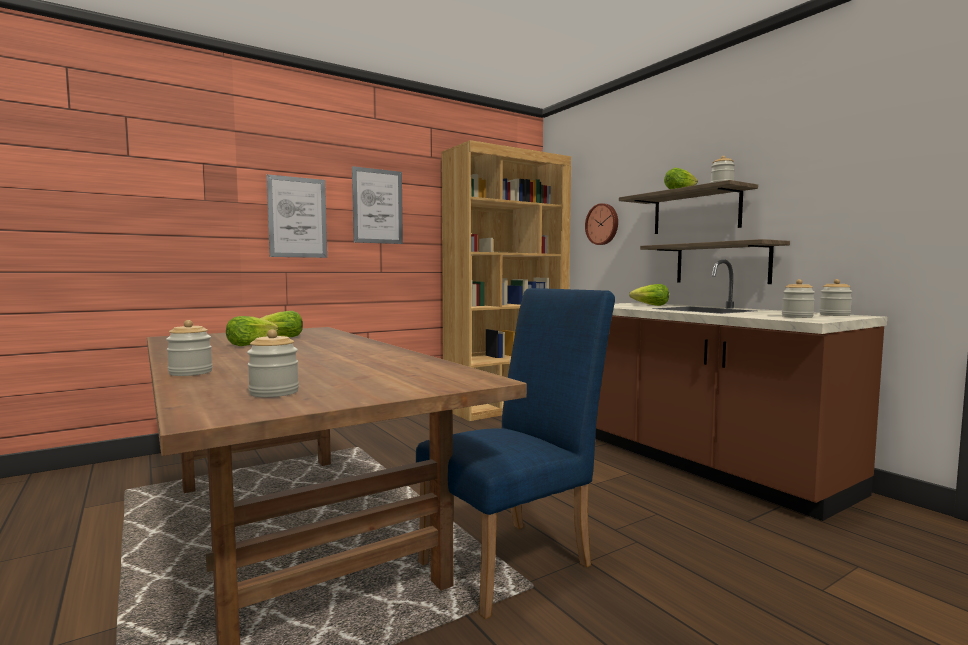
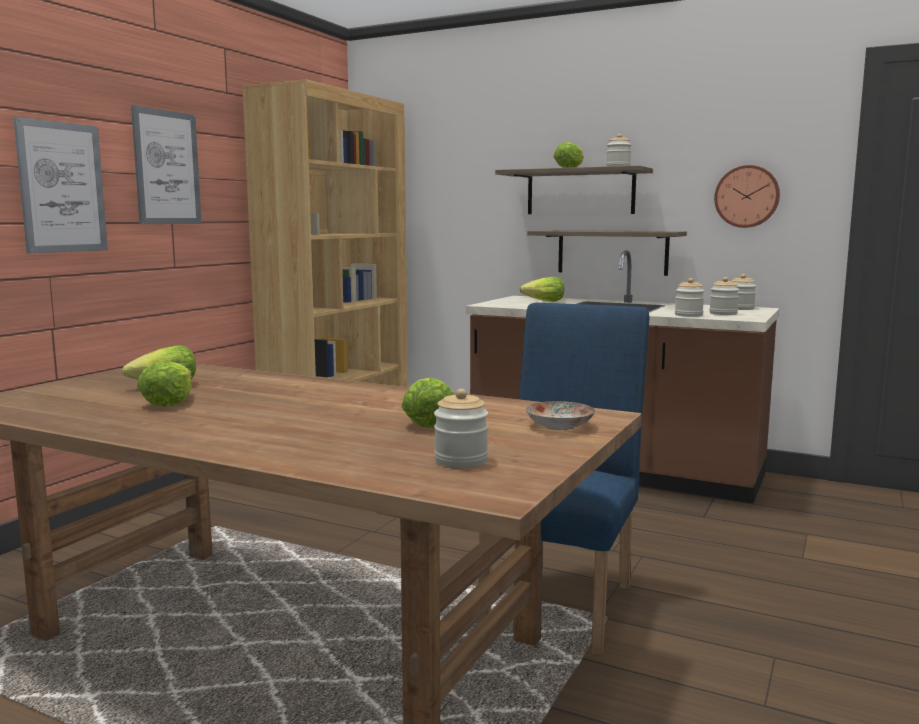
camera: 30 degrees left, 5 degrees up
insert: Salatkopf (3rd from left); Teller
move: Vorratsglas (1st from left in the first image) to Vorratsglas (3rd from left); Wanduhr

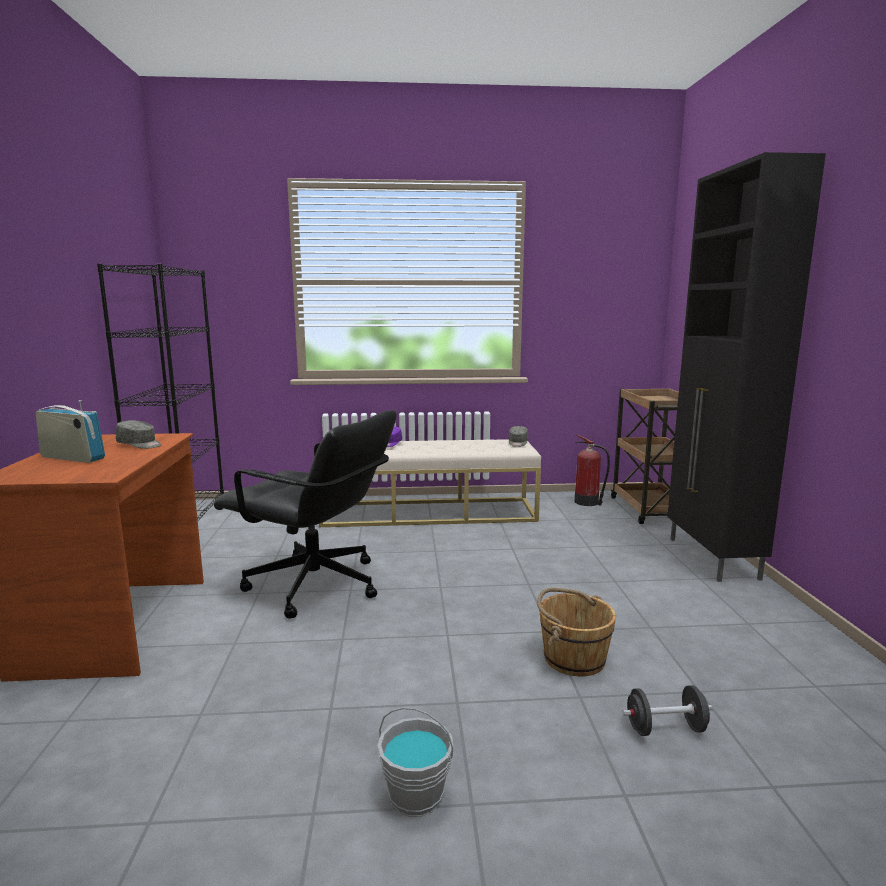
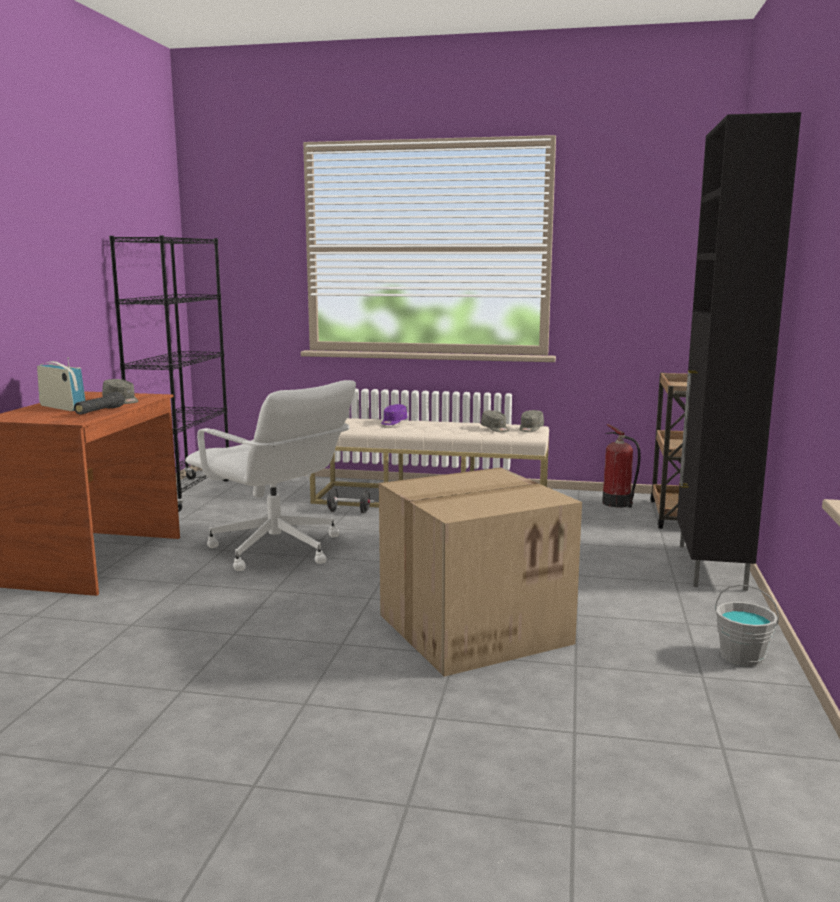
camera: 15 degrees right, 0 degrees up
insert: Taschenlampe (schwarz); Kappe (grau) (2nd from left)
move: Eimer (grau); Hantel (schwarz)
replace: Eimer (braun) to Karton
recolor: Bürostuhl (schwarz) to Bürostuhl (weiß)

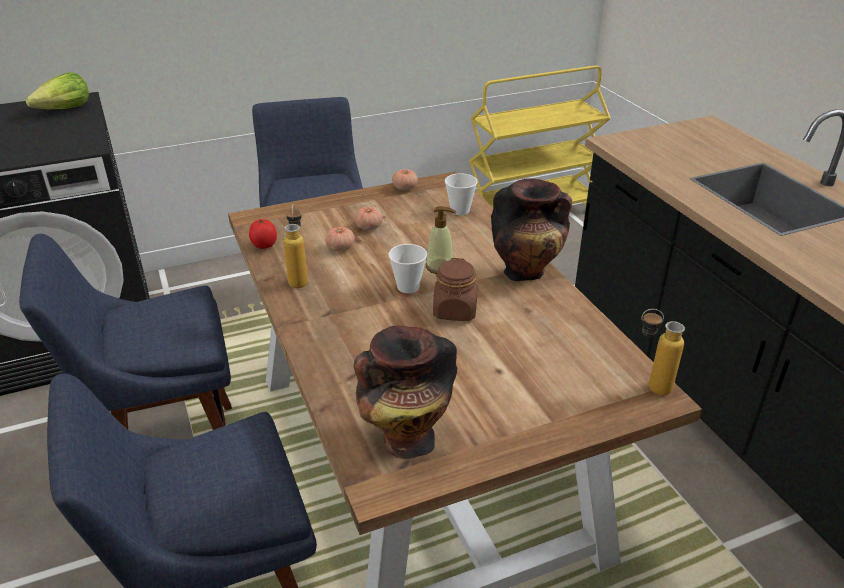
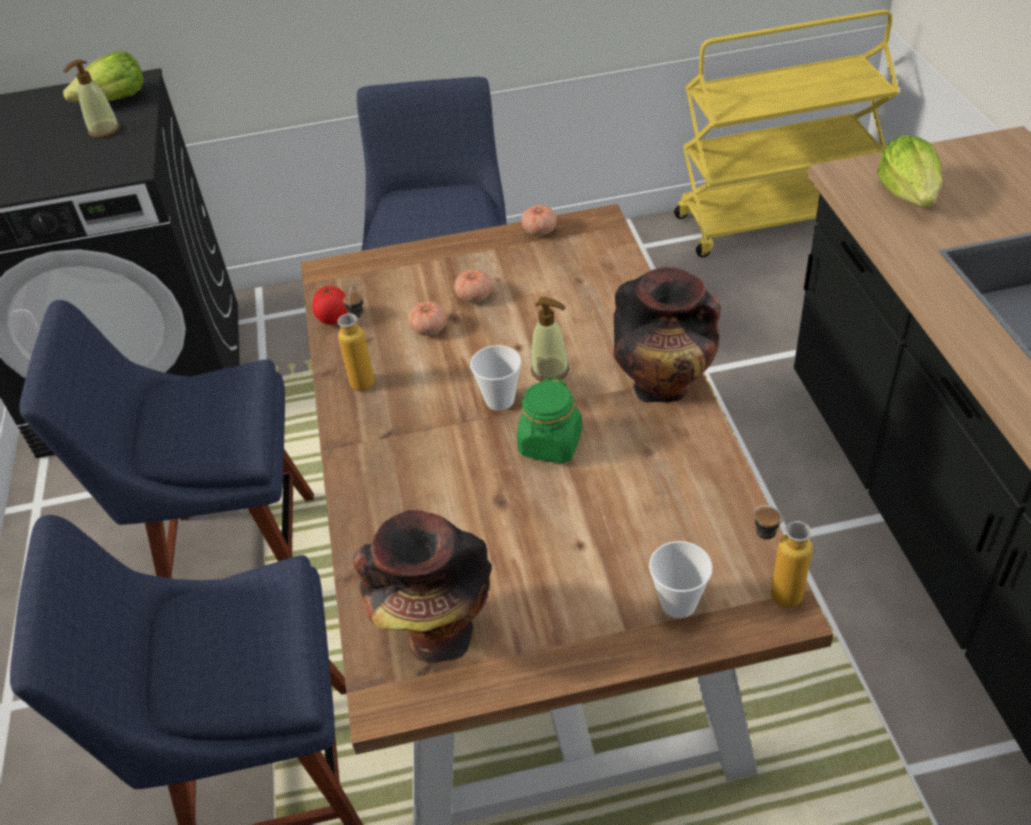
camera: 15 degrees right, 10 degrees up
insert: Seifenspender (1st from left); Salatkopf (2nd from left)
move: Tasse (2nd from left)
recolor: Vorratsglas (braun) to Vorratsglas (grün)

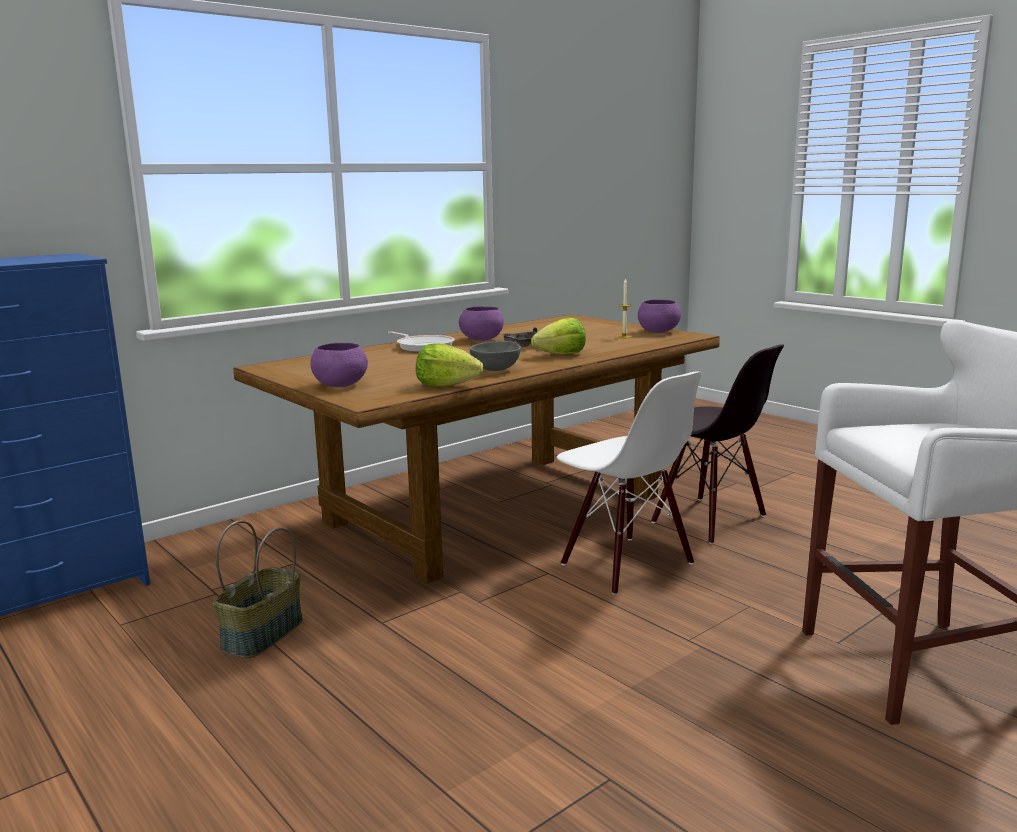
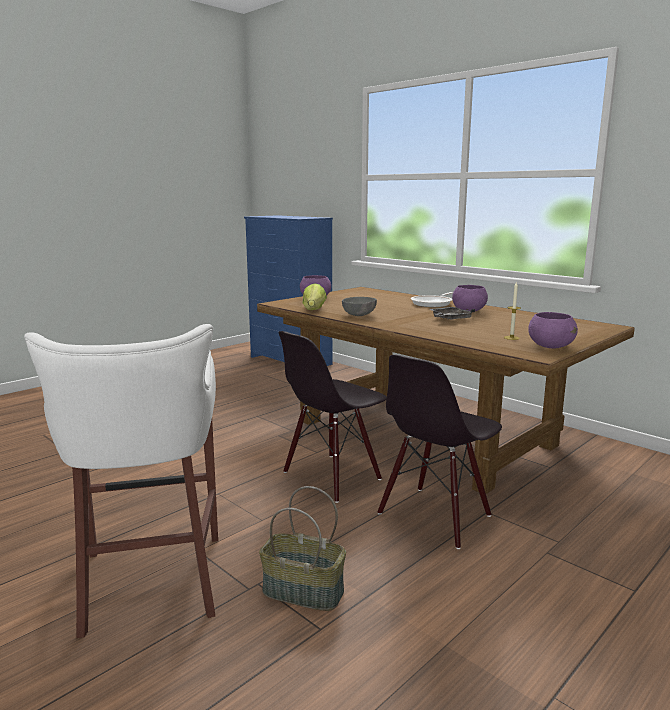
camera: 85 degrees right, 0 degrees up
delete: Salatkopf (2nd from left)
move: Korb
recolor: Stuhl (weiß) to Stuhl (schwarz) (1st from left)

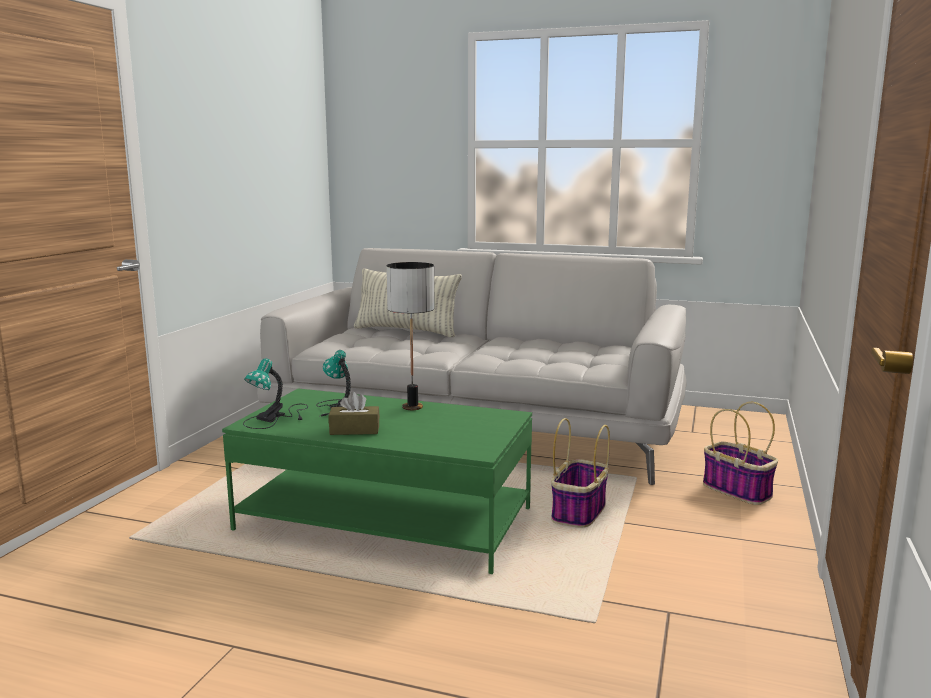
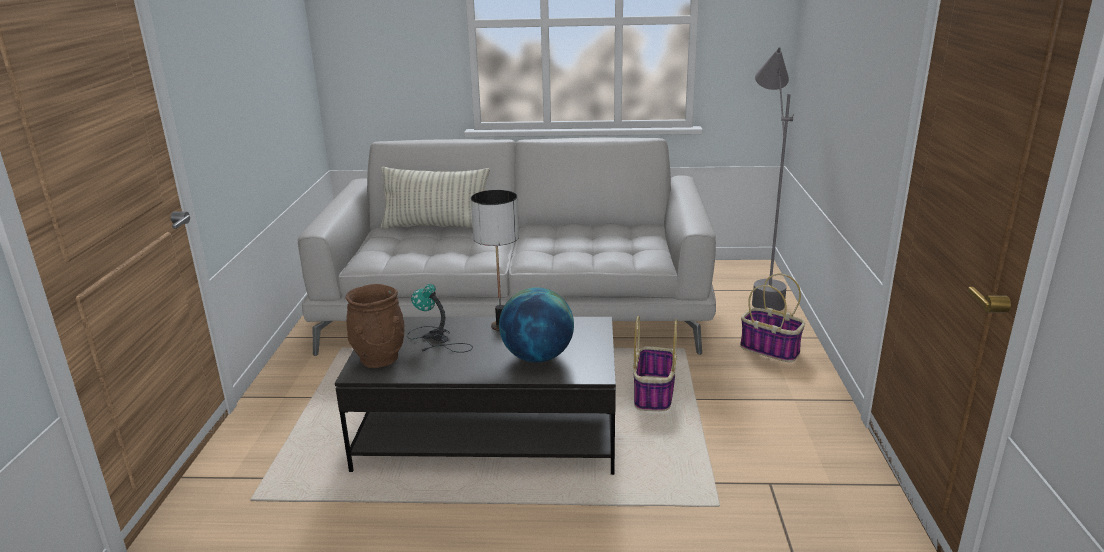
camera: 15 degrees left, 10 degrees up
delete: Taschentuchbox (braun)
insert: Globus; Stehlampe (grau)
replace: Tischlampe (1st from left) to Vase (braun)
recolor: Couchtisch (grün) to Couchtisch (schwarz)

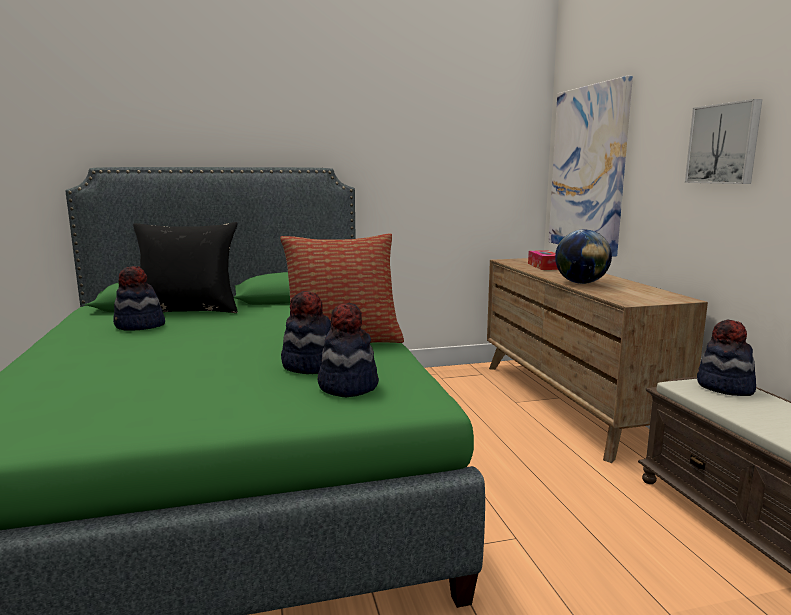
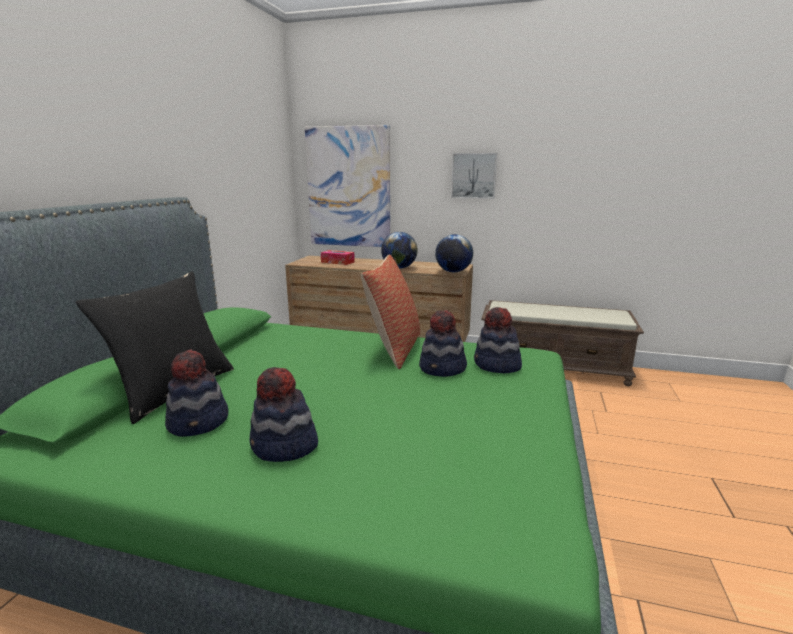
camera: 60 degrees left, 5 degrees up
insert: Globus (2nd from left)
move: Hut (4th from left in the first image) to Hut (2nd from left)

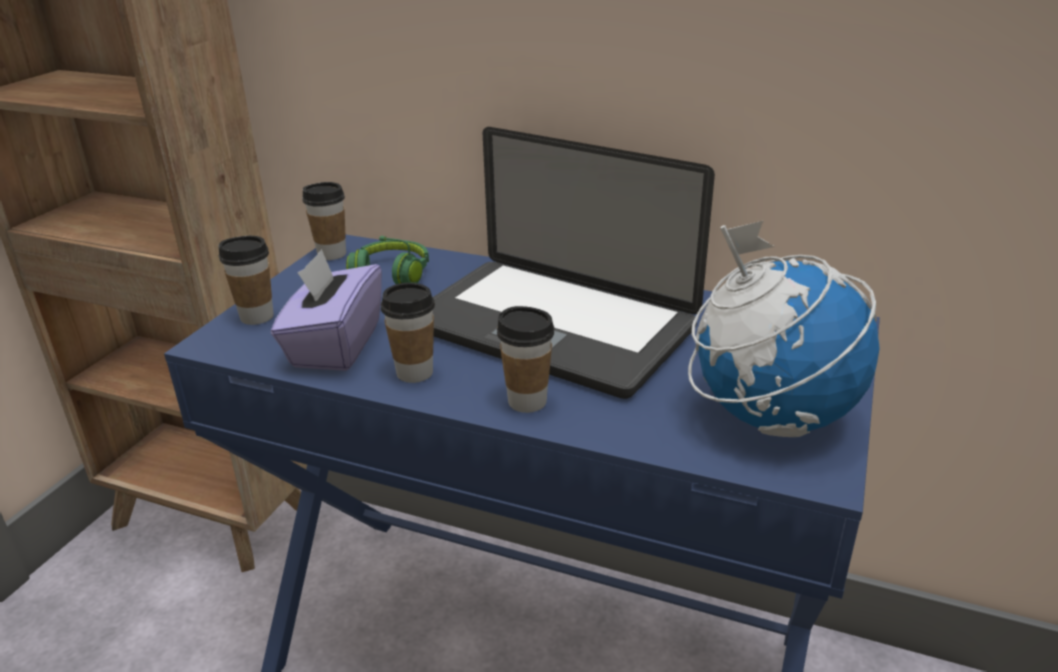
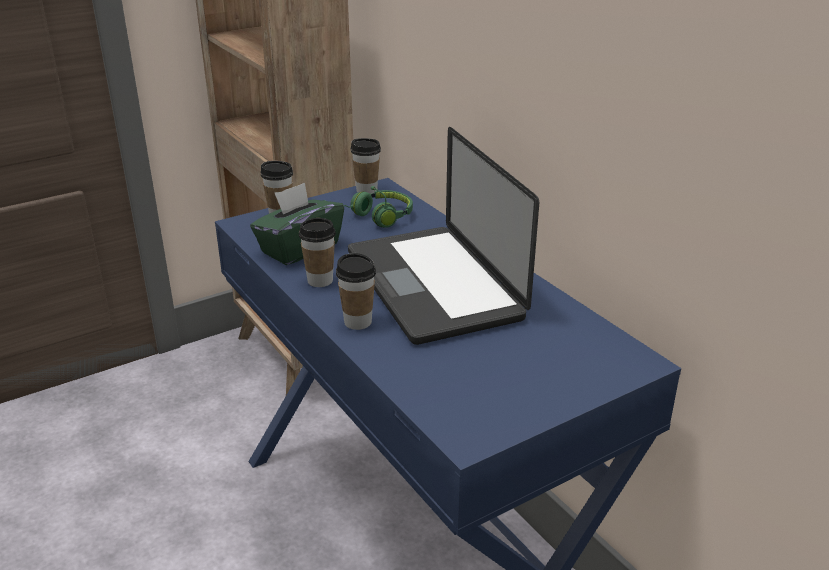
camera: 35 degrees right, 0 degrees up
delete: Globus
recolor: Taschentuchbox (lila) to Taschentuchbox (grün)

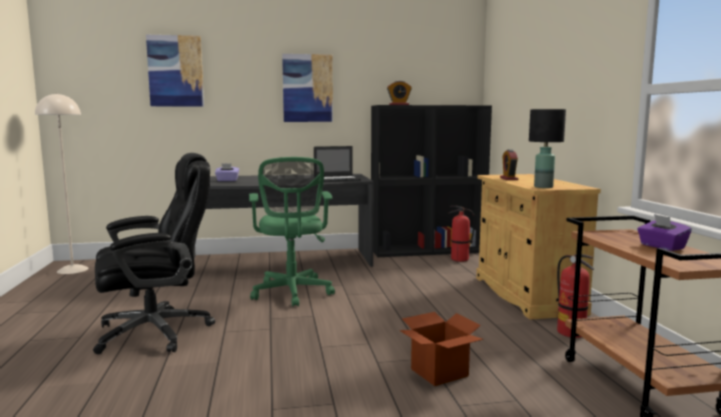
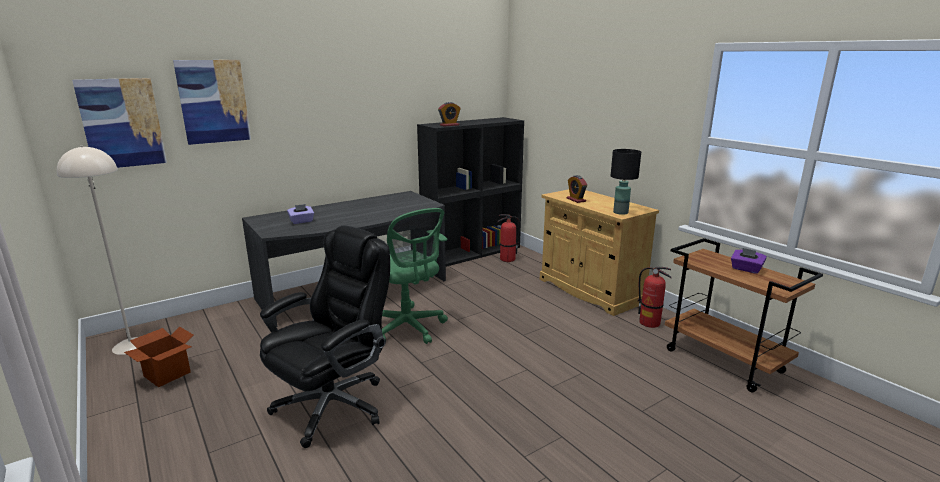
camera: 25 degrees left, 10 degrees up
delete: Laptop
move: Bild (2nd from left in the first image) to Bild (1st from left); Karton

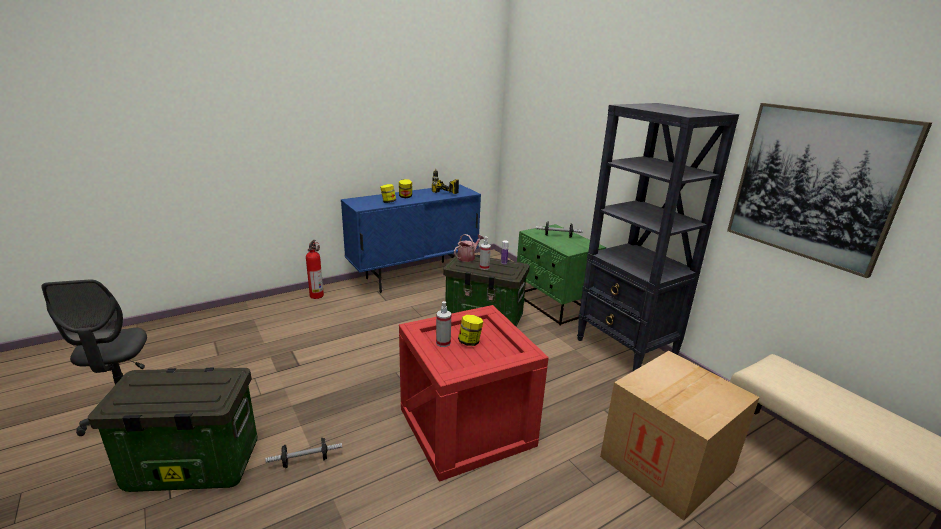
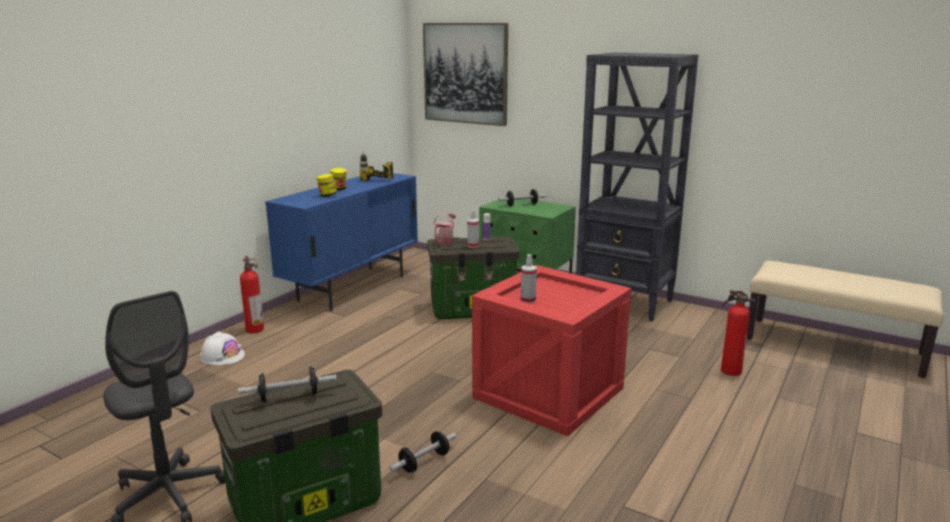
camera: 25 degrees left, 5 degrees down
delete: Vorratsglas (3rd from left)
insert: Schutzhelm (weiß); Hantel (1st from left)
move: Bild
replace: Karton to Feuerlöscher (2nd from left)

